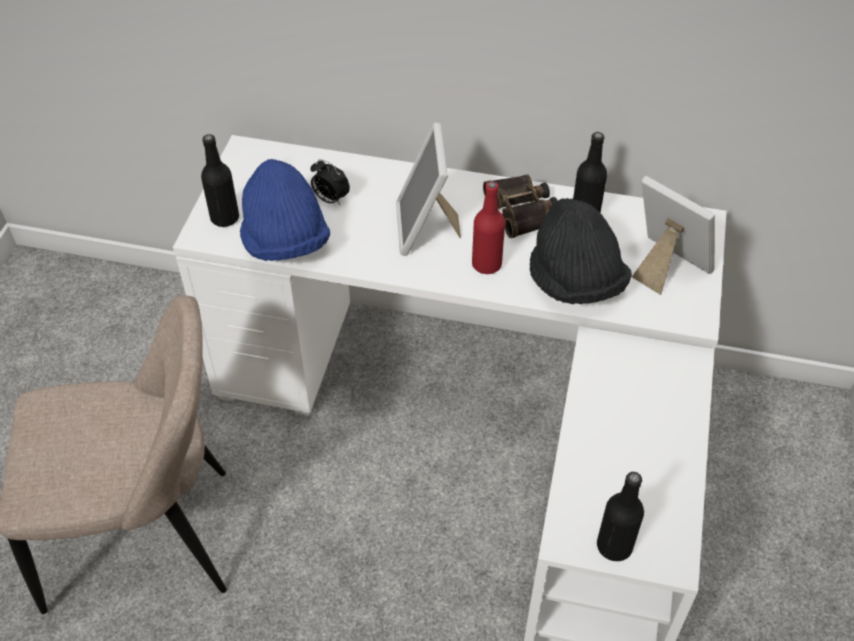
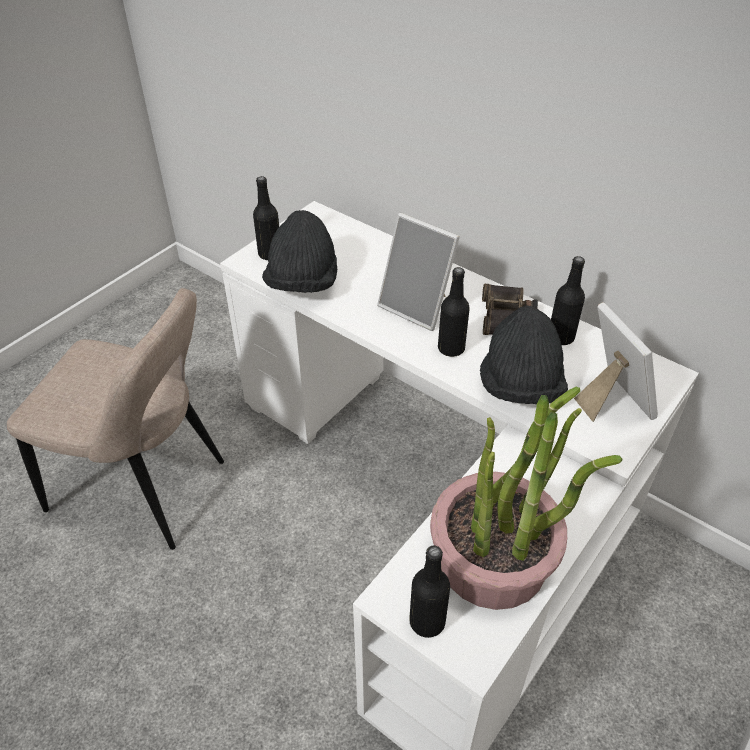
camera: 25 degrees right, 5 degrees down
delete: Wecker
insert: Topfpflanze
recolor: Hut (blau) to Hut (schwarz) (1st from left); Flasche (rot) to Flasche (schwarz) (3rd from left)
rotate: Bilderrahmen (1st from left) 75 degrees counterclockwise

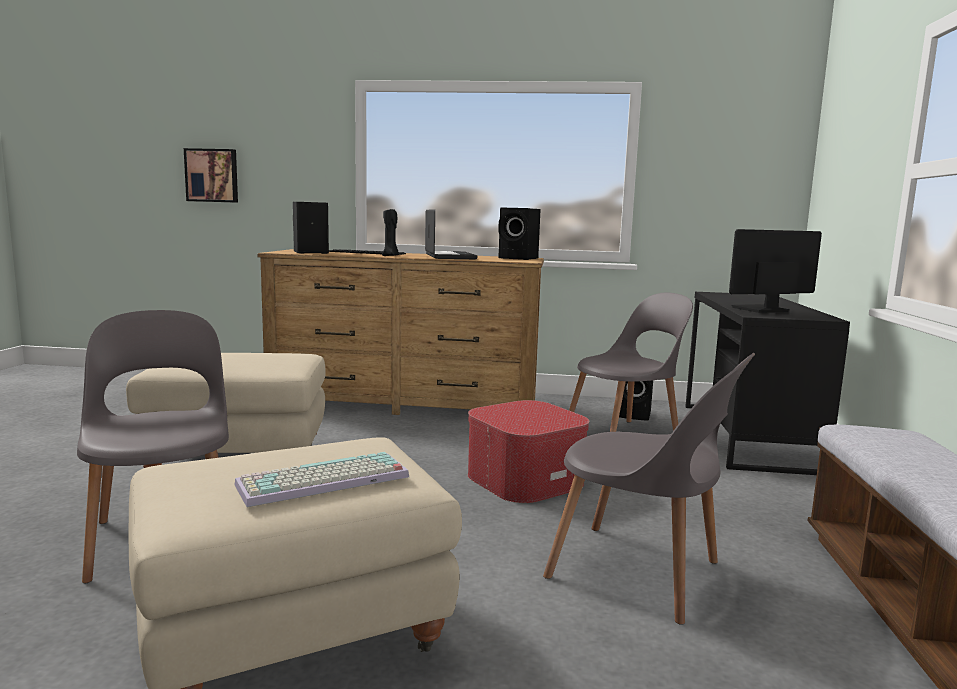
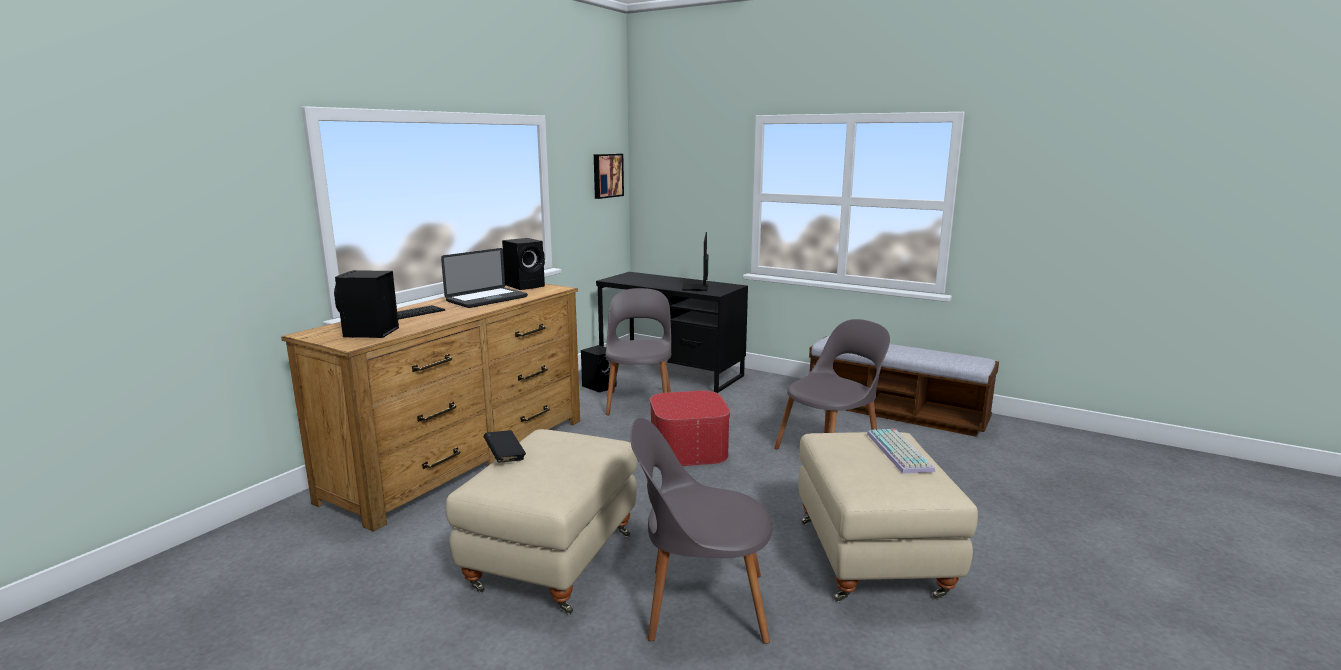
camera: 65 degrees left, 5 degrees up
delete: Kerze (schwarz)
insert: Buch (schwarz)
move: Bild
rotate: Laptop 120 degrees clockwise

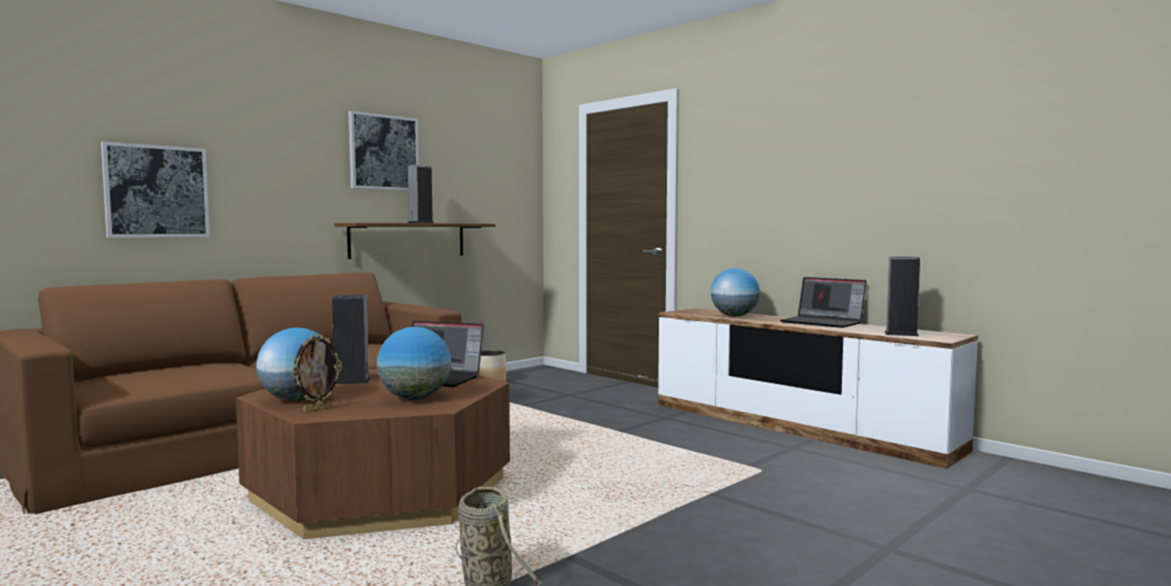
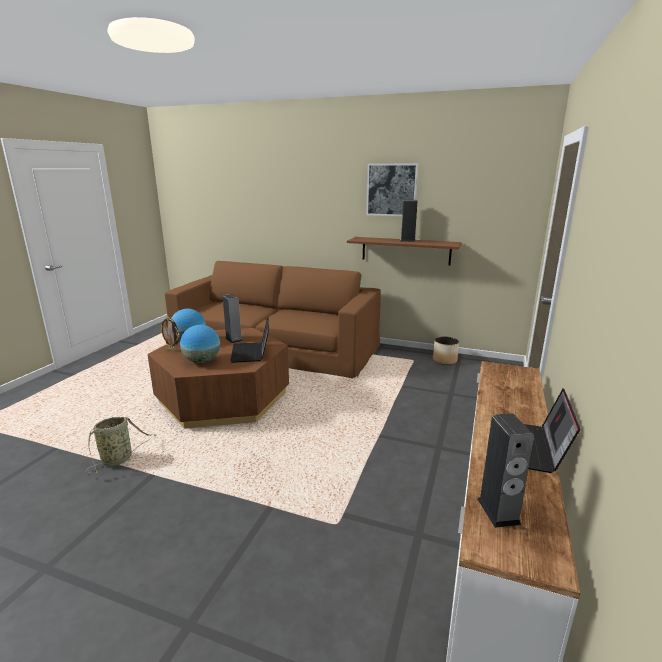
camera: 65 degrees right, 15 degrees up
delete: Bild (1st from left); Globus (3rd from left)

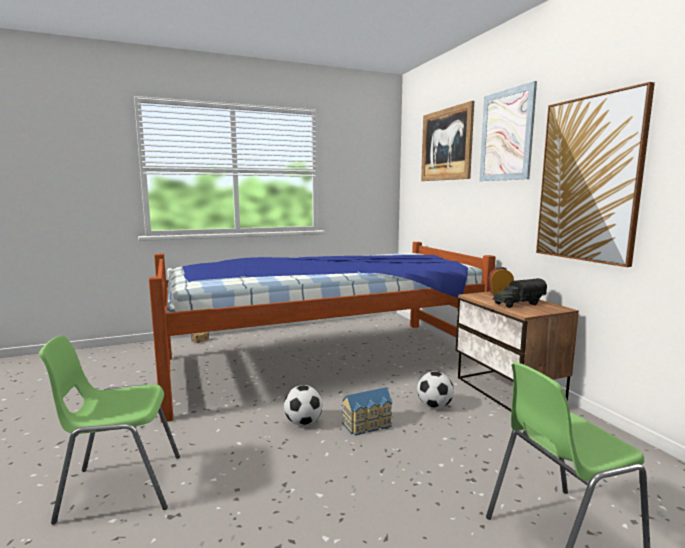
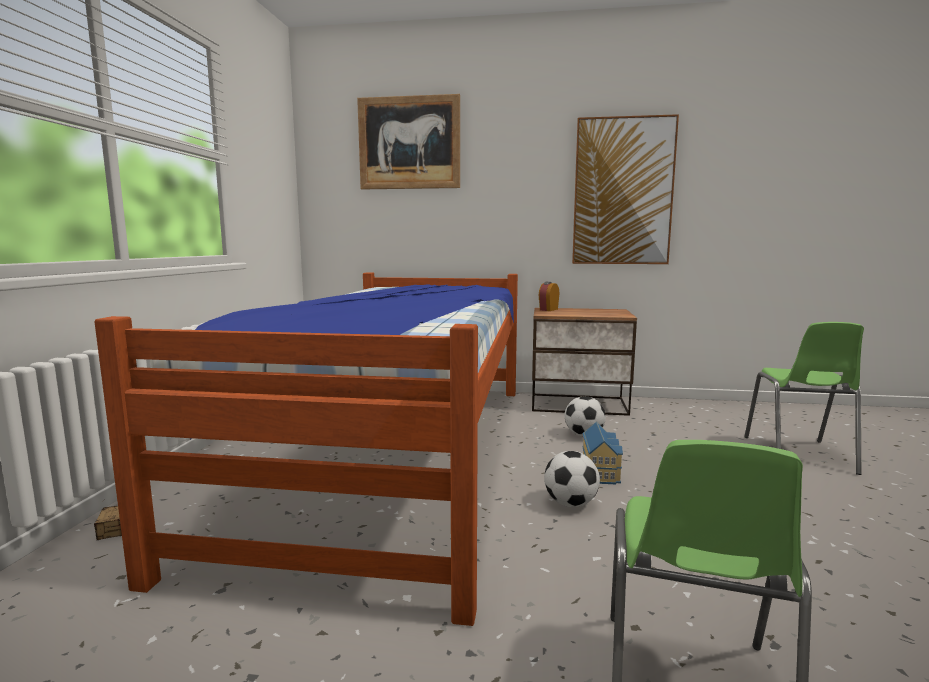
camera: 60 degrees left, 0 degrees up
delete: Bild (2nd from left); Spielzeuglaster

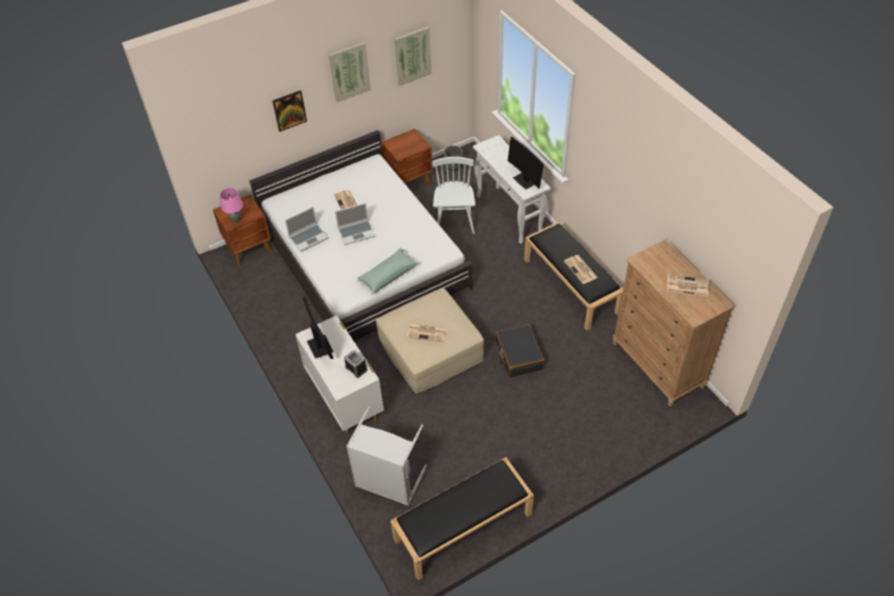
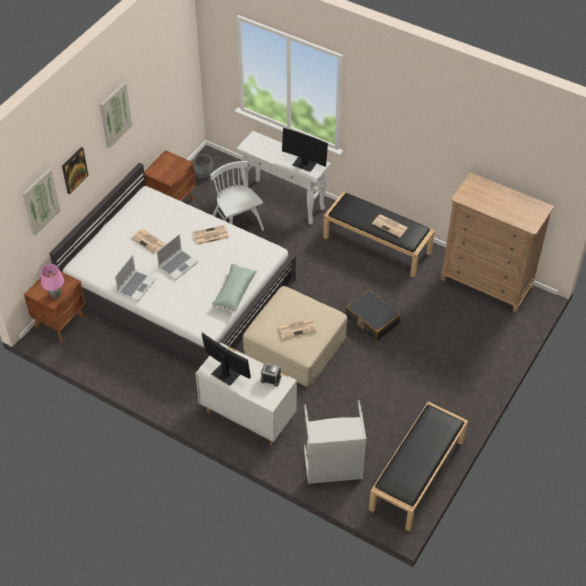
camera: 30 degrees left, 0 degrees up
move: Bild (3rd from left in the first image) to Bild (1st from left); Zeitung (4th from left in the first image) to Zeitung (2nd from left)

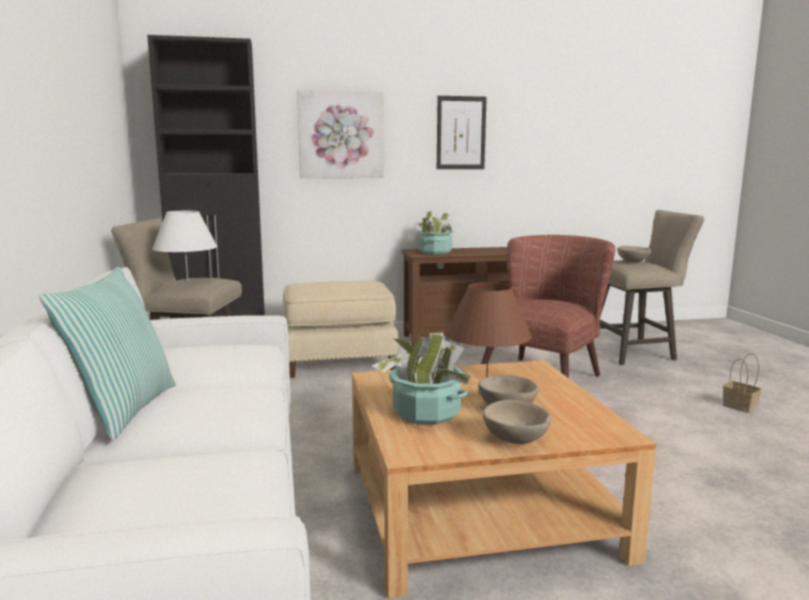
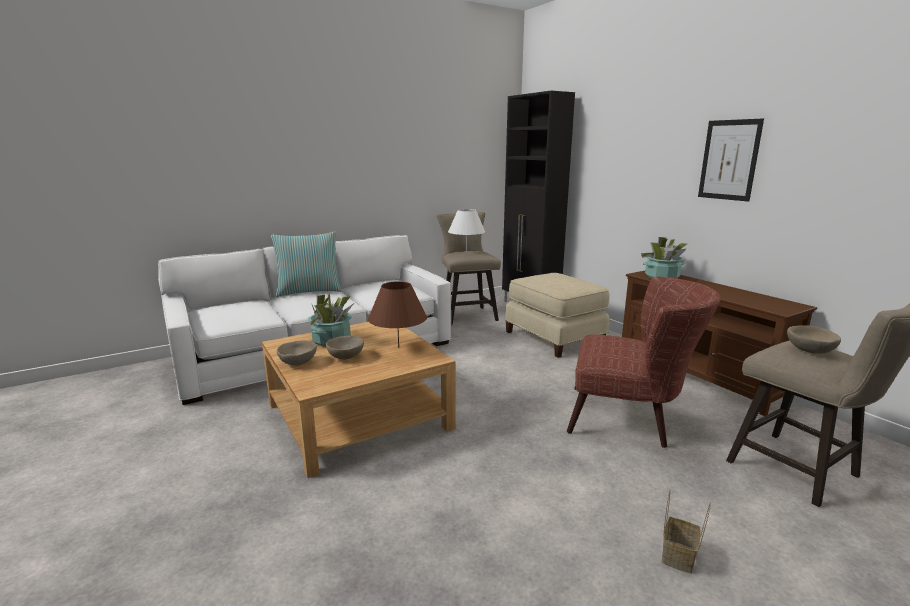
camera: 70 degrees right, 5 degrees up
delete: Bild (1st from left)

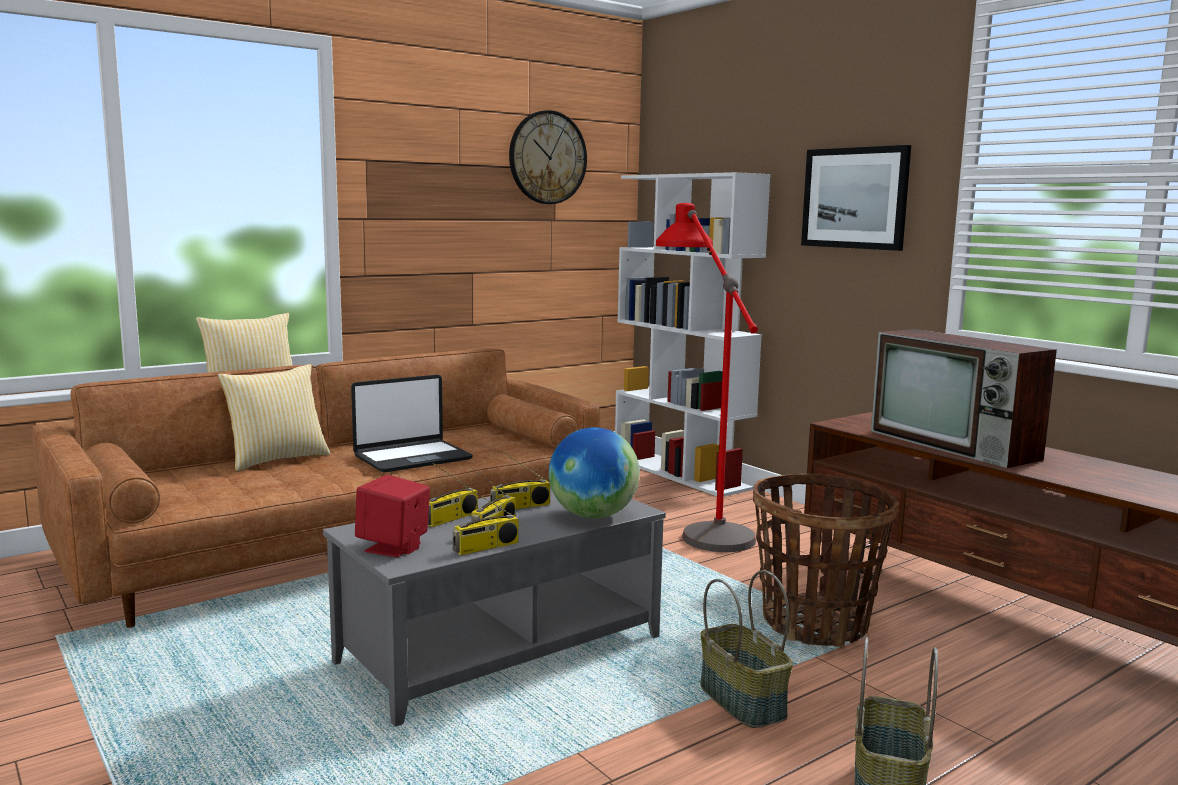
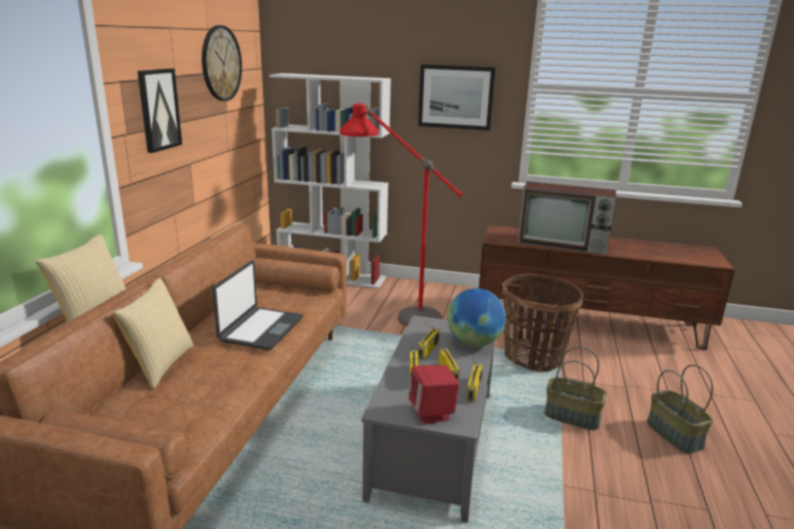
camera: 40 degrees left, 10 degrees up
insert: Bild (1st from left)

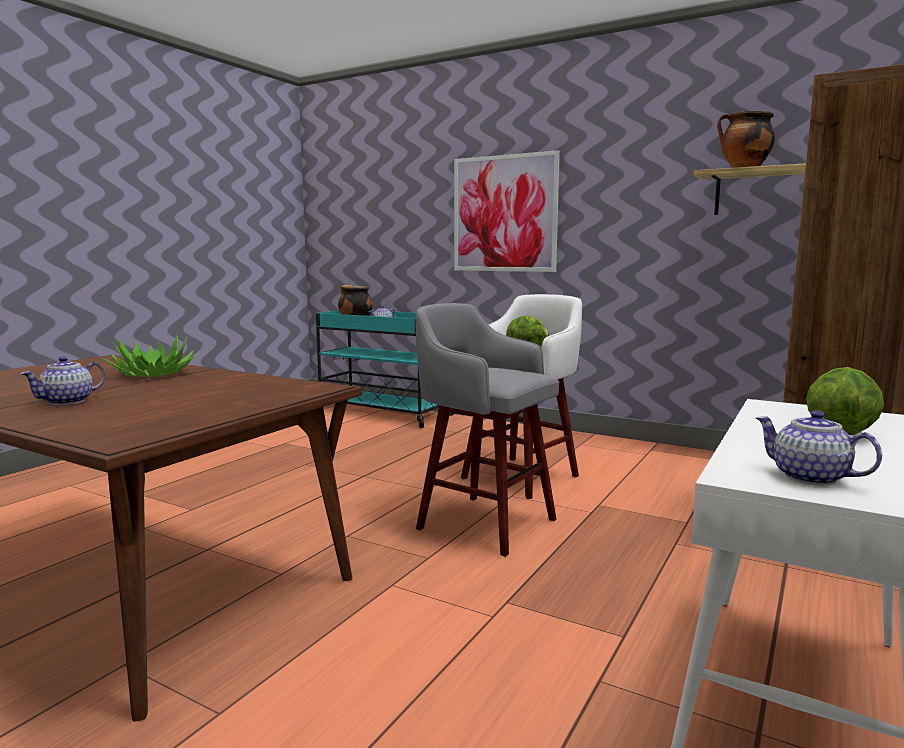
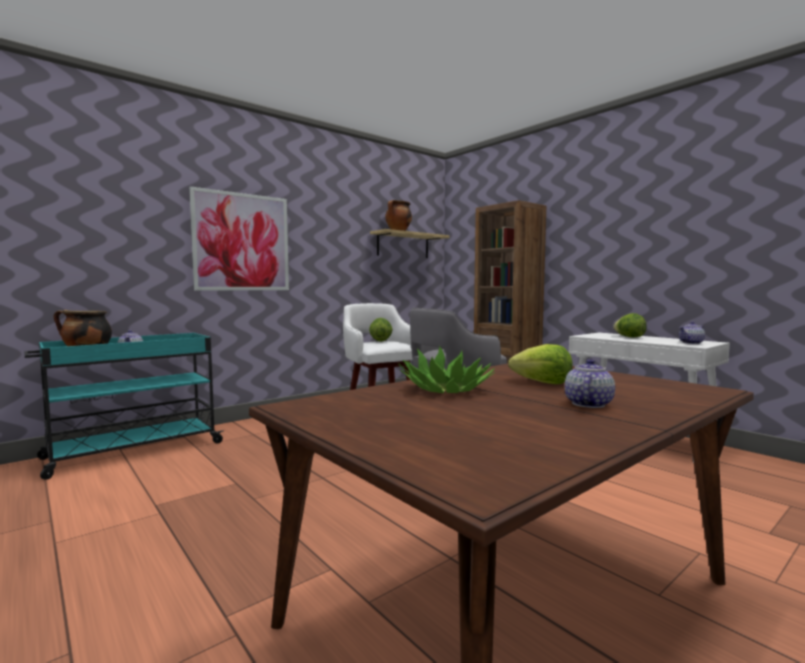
camera: 70 degrees left, 5 degrees down
insert: Salatkopf (2nd from left)
rotate: Teekanne (1st from left in the first image) 120 degrees counterclockwise

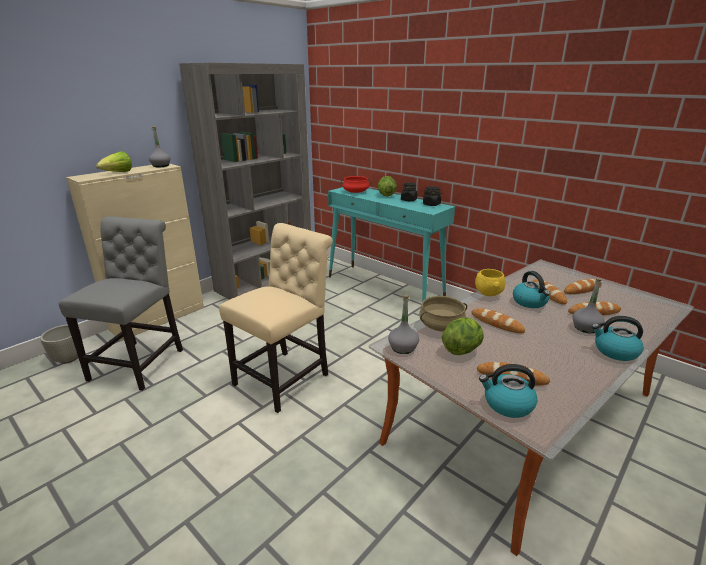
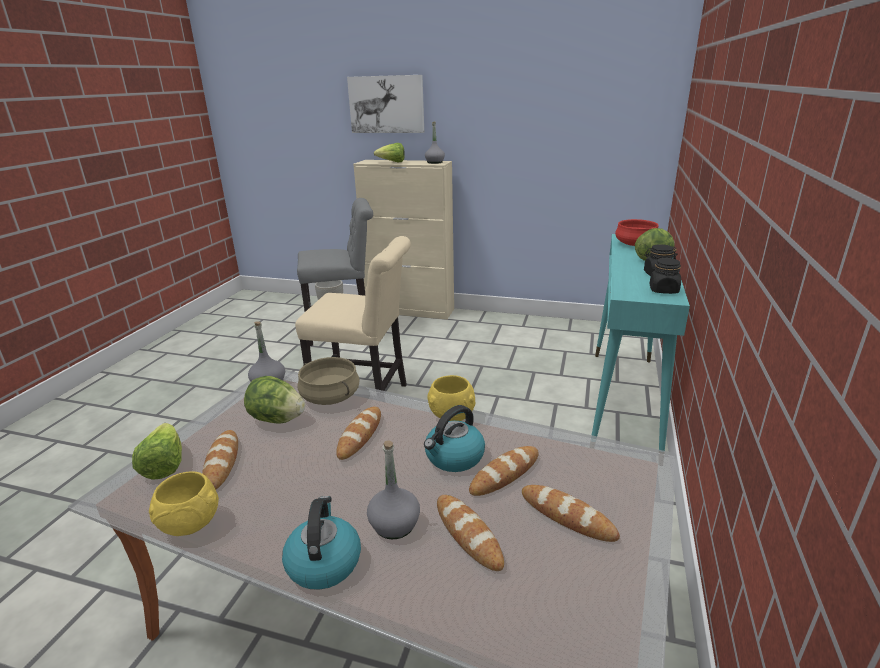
camera: 65 degrees right, 0 degrees up
delete: Bücherregal (grau)
insert: Schüssel (gelb) (1st from left); Bild
replace: Wasserkessel (1st from left) to Salatkopf (1st from left)

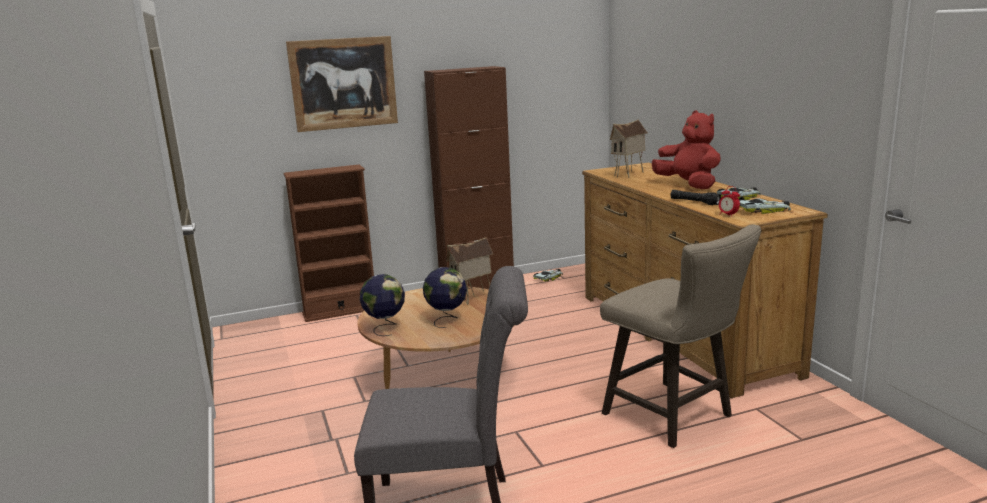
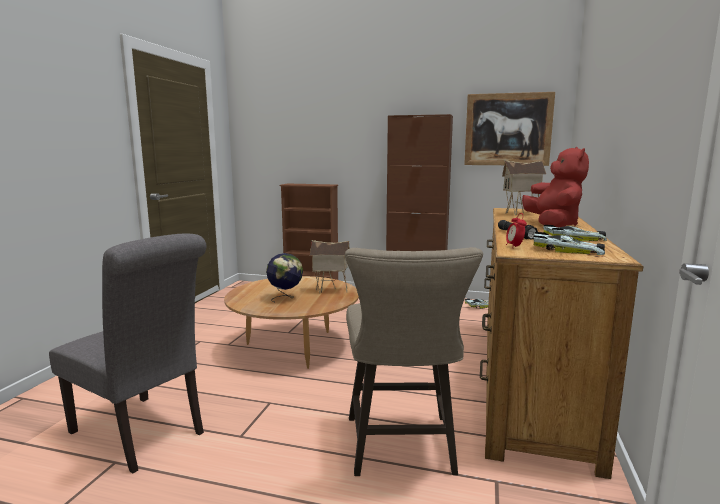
camera: 35 degrees right, 5 degrees down
delete: Globus (1st from left)
move: Bild

